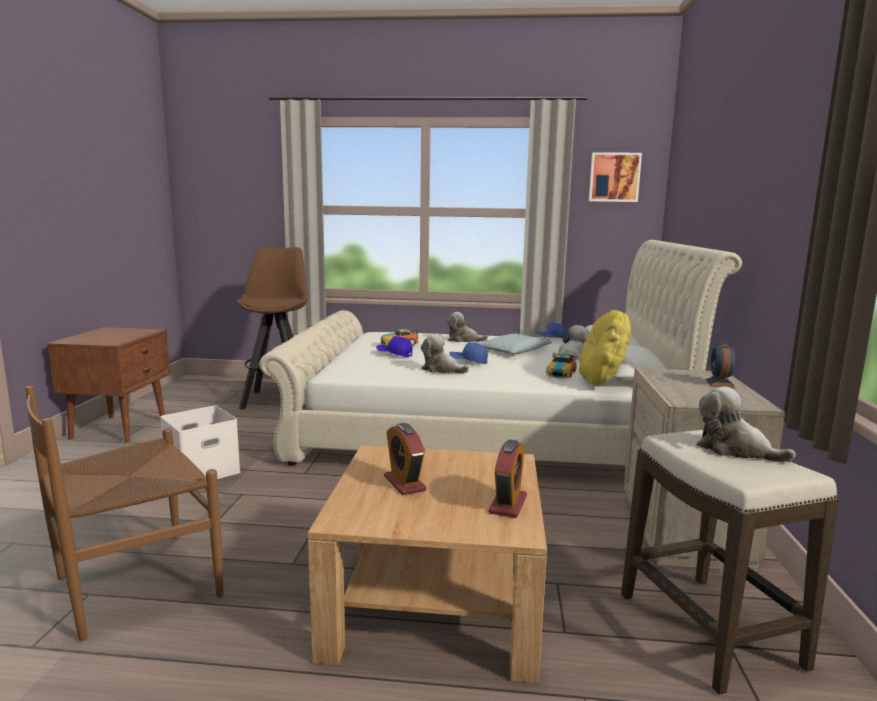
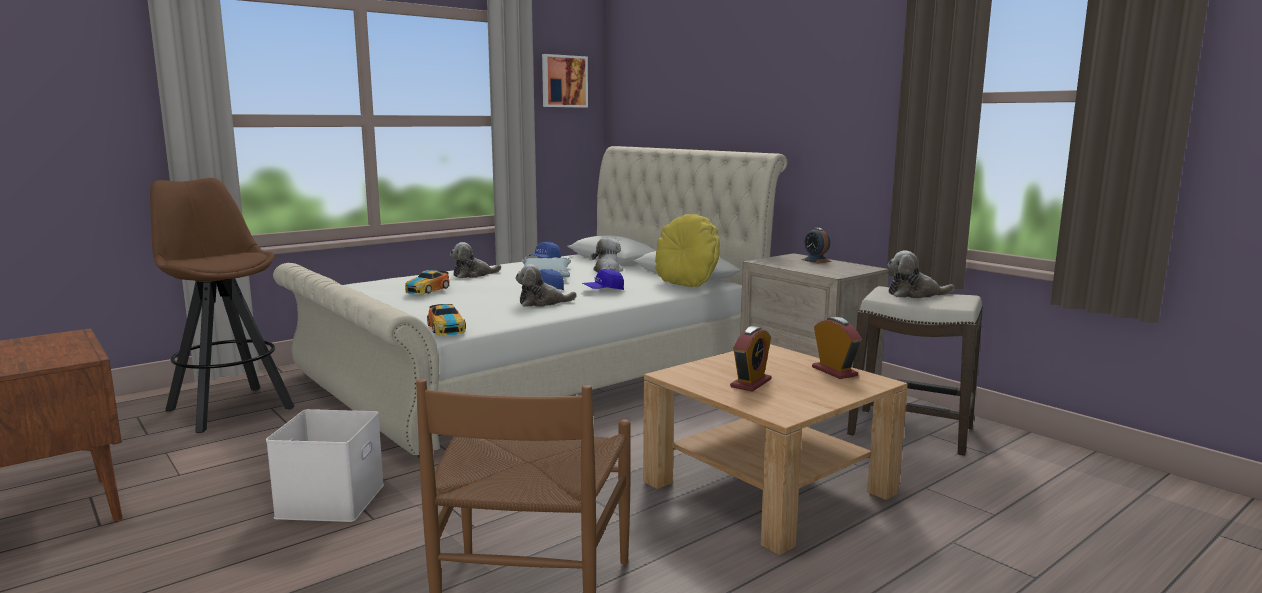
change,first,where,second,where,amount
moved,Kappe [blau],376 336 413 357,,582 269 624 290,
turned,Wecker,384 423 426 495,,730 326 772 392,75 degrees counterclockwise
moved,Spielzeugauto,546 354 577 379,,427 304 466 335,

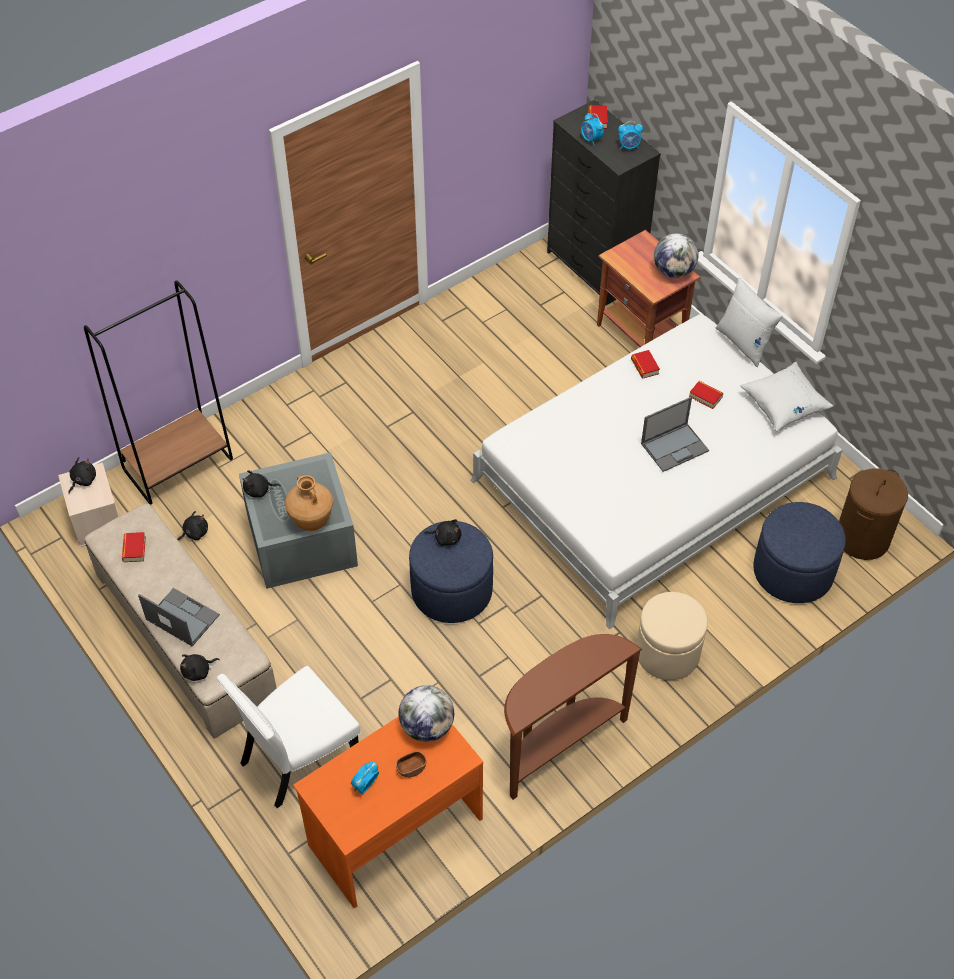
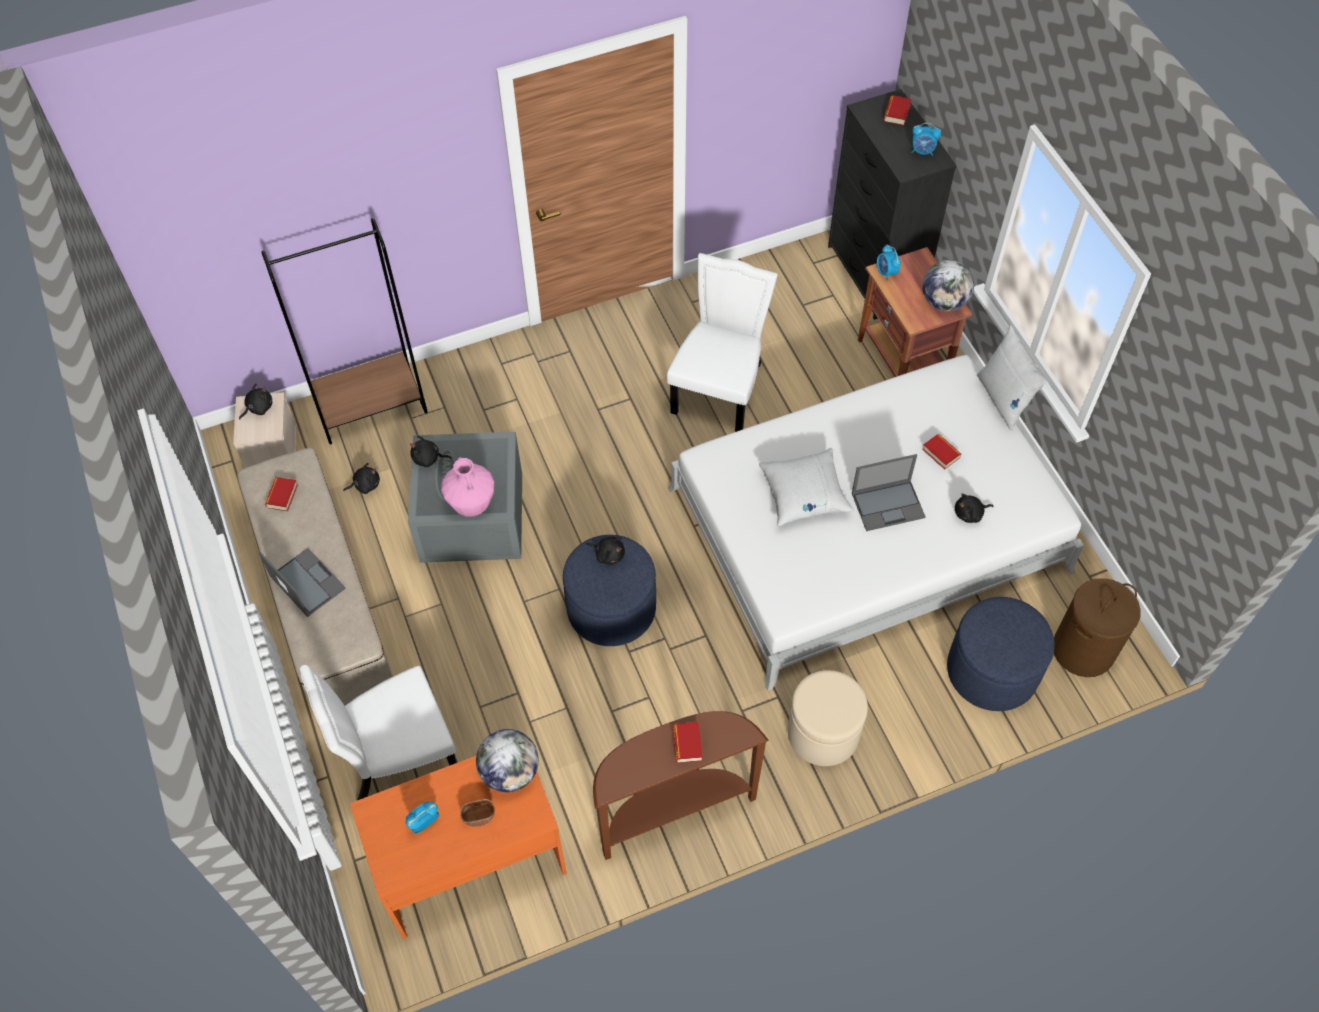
change,first,where,second,where,amount
moved,Plüschtier [schwarz],180 654 220 681,,955 494 993 523,
recoloured,Vase [braun],285 475 333 531,Vase [rosa],441 457 494 516,
moved,Wecker,581 113 604 145,,877 244 901 281,
moved,Buch,631 350 660 378,,673 722 703 763,
moved,Kissen [grau],741 362 833 432,,759 448 853 527,
added,,,Stuhl [weiß],667 253 778 432,

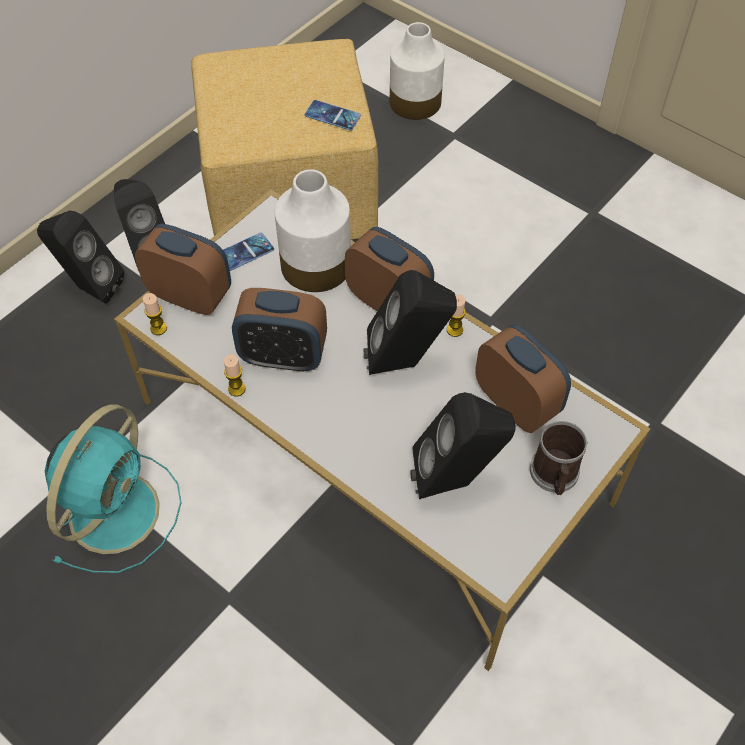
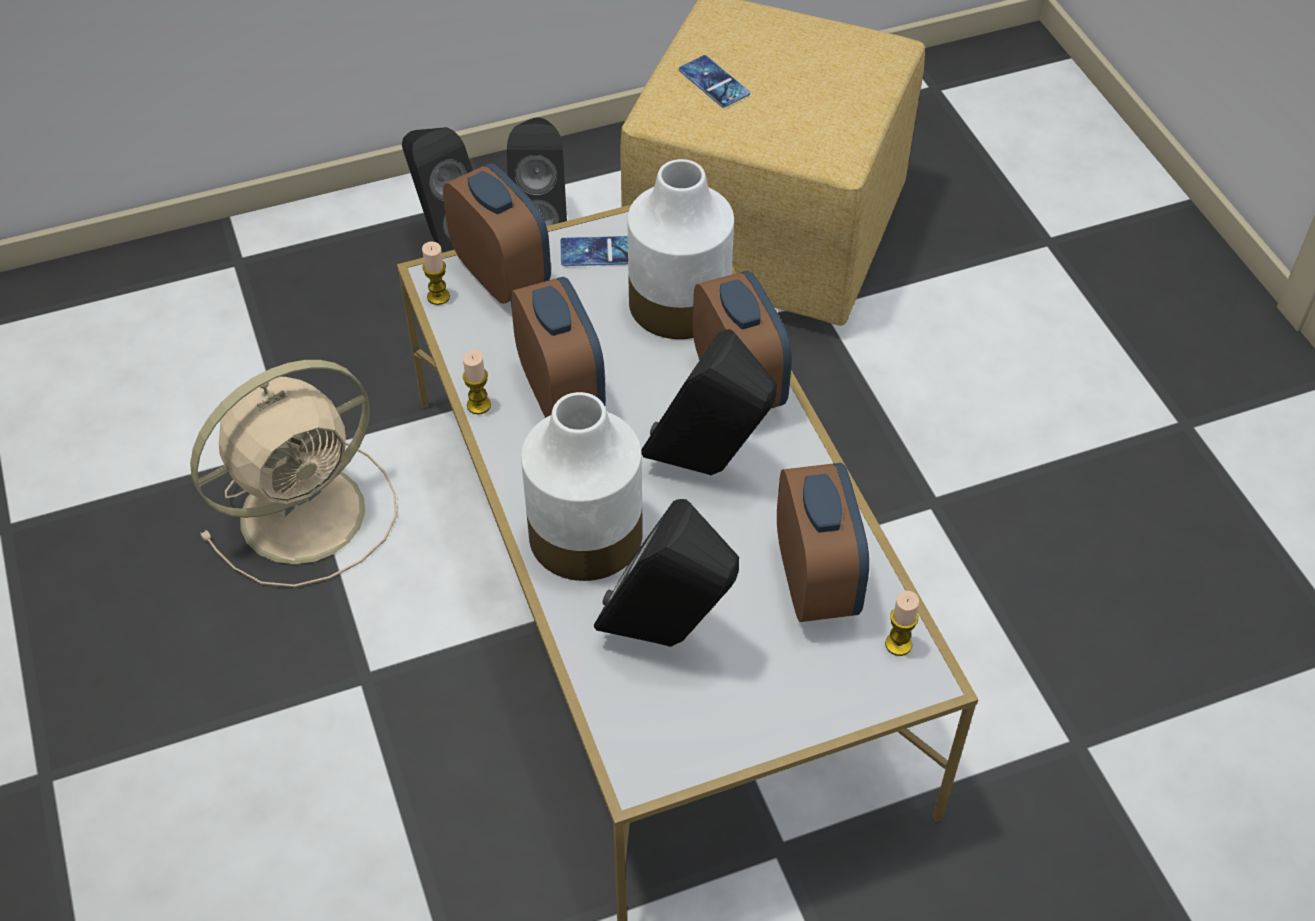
change,first,where,second,where,amount
recoloured,Ventilator [türkis],45 404 182 573,Ventilator [beige],190 360 397 587,
turned,Wecker,232 288 327 372,,511 277 606 418,150 degrees counterclockwise
moved,Handy,304 100 361 130,,679 55 750 108,
moved,Vase [weiß],390 22 445 120,,521 392 643 581,
moved,Kerze,447 294 466 337,,885 591 919 656,
removed,Henkelbecher,530 421 588 495,,,

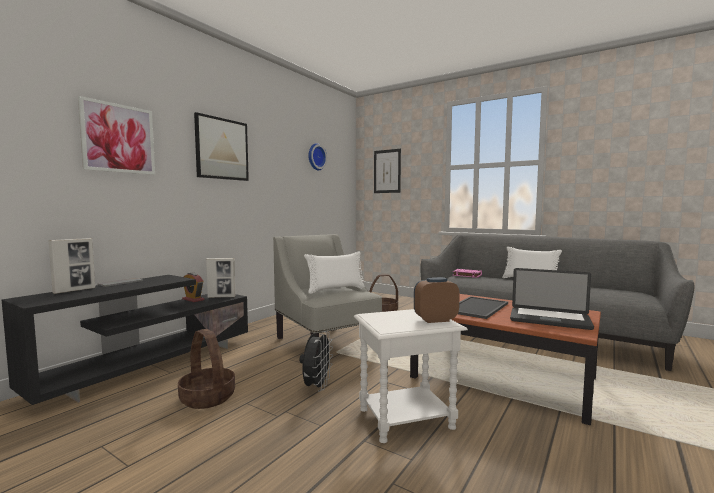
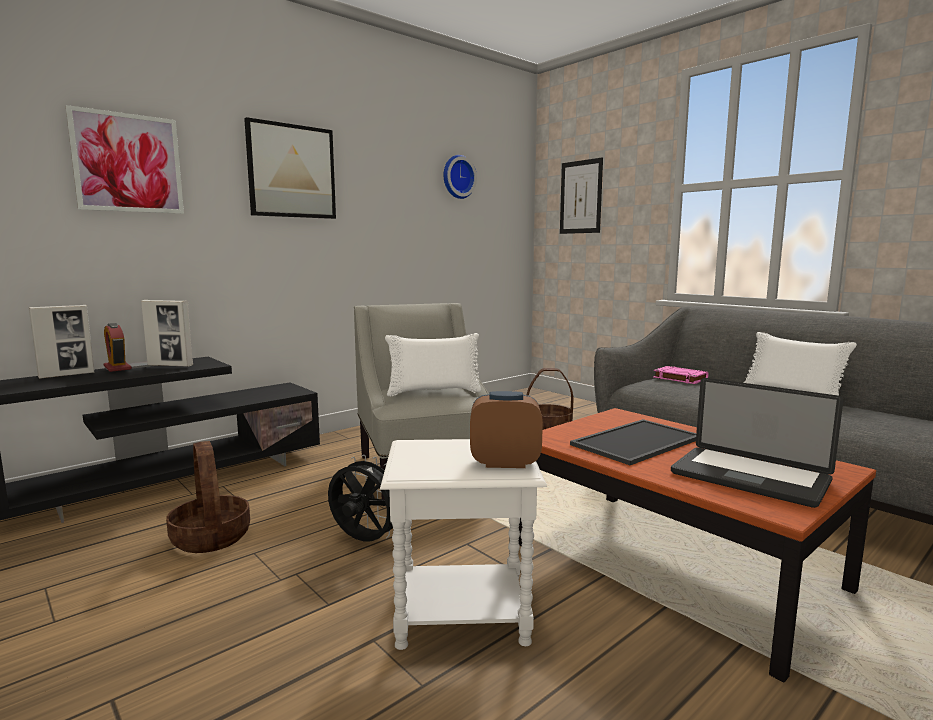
change,first,where,second,where,amount
moved,Wecker,182 272 205 302,,104 323 132 372,
moved,Bilderrahmen,206 258 235 298,,141 300 193 367,
turned,Ventilator [schwarz],300 331 333 392,,328 455 393 541,90 degrees counterclockwise

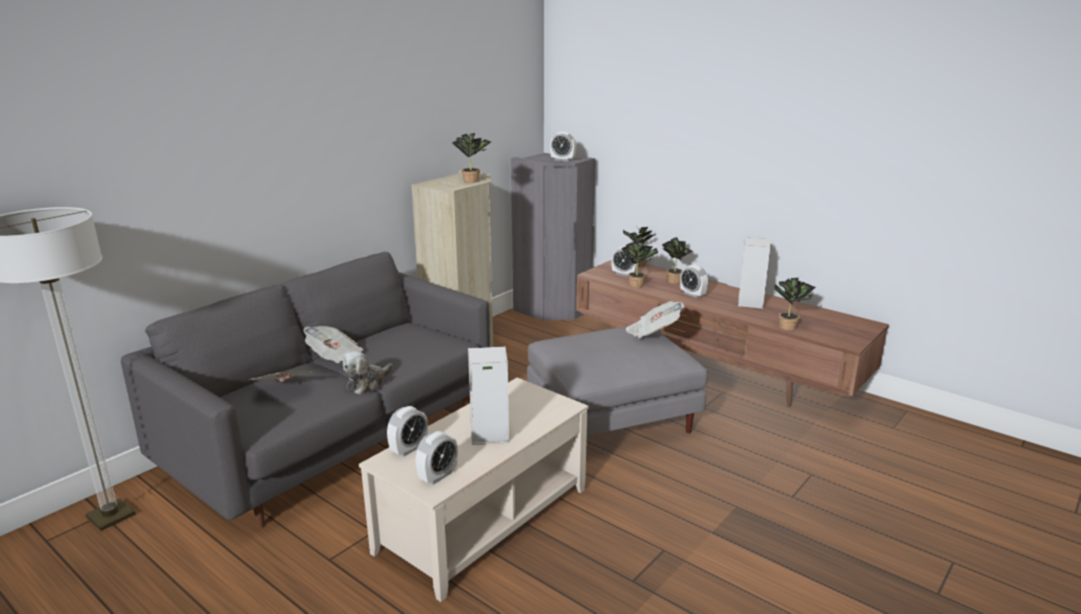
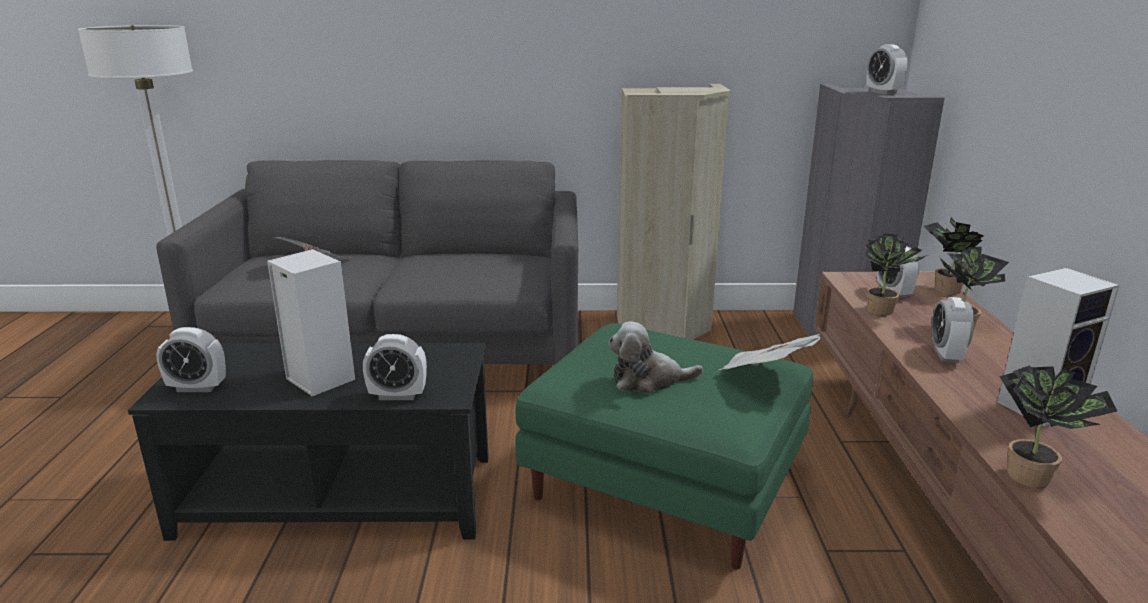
change,first,where,second,where,amount
removed,Zeitung,303 326 363 363,,,
moved,Plüschtier,343 351 393 395,,608 321 703 394,
recoloured,Couchtisch [beige],359 377 588 602,Couchtisch [schwarz],128 343 489 541,
moved,Wecker,387 406 428 456,,363 334 427 400,
removed,Topfpflanze,452 133 491 183,,,
recoloured,Polsterhocker [grau],527 326 708 436,Polsterhocker [grün],516 323 813 570,

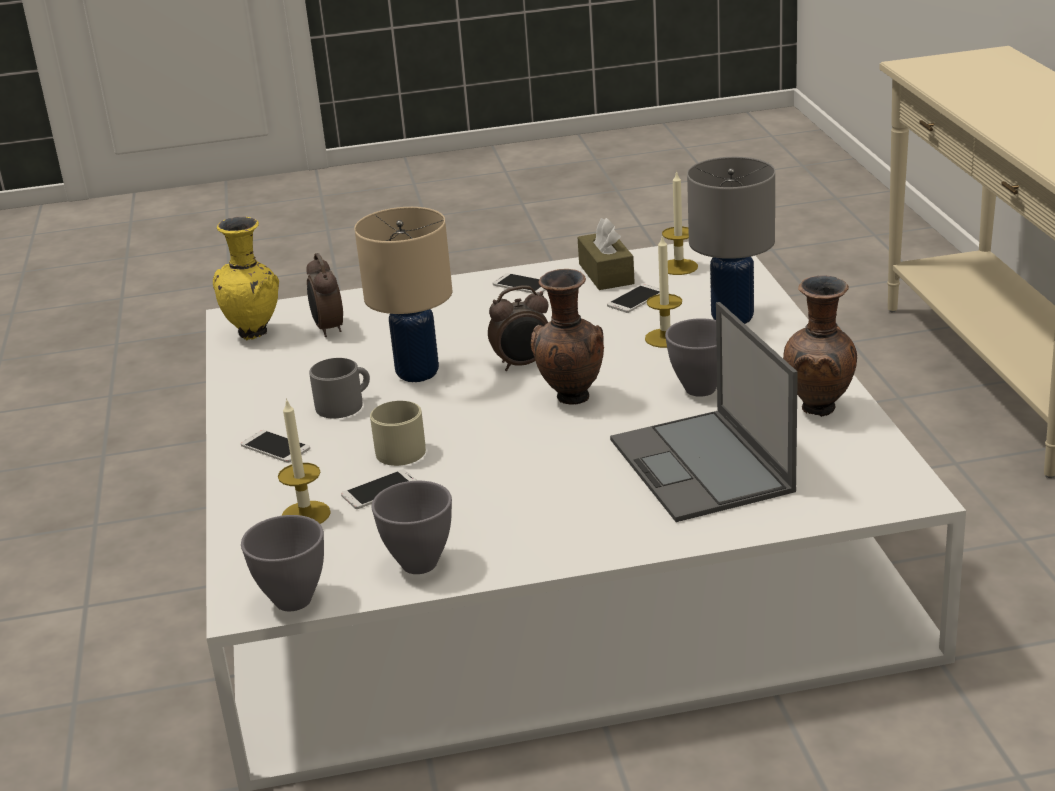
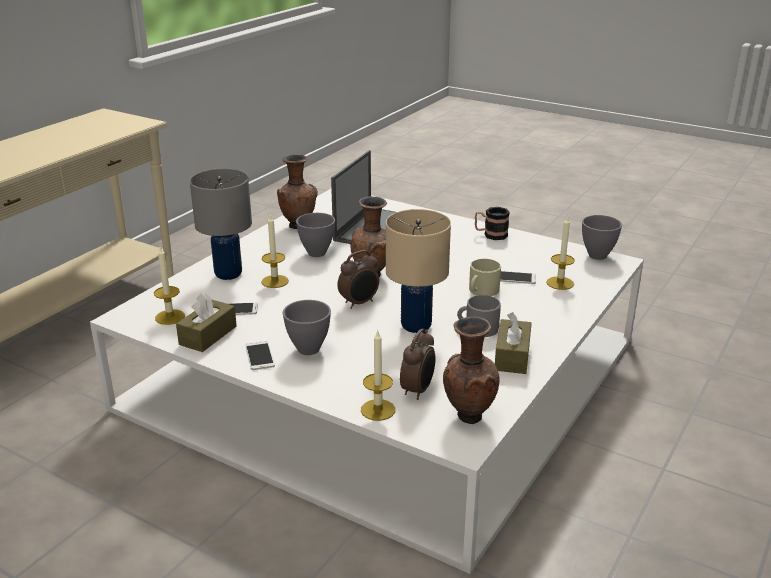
change,first,where,second,where,amount
recoloured,Vase [gelb],213 217 279 340,Vase [braun],443 317 499 424,
removed,Handy,241 430 310 463,,,
moved,Schüssel [grau],372 481 452 574,,283 300 331 355,
turned,Wecker,488 285 549 371,,337 250 379 309,120 degrees clockwise
added,,,Kerze,361 329 395 421,
added,,,Henkelbecher,475 207 510 240,
added,,,Taschentuchbox [braun],495 312 532 374,

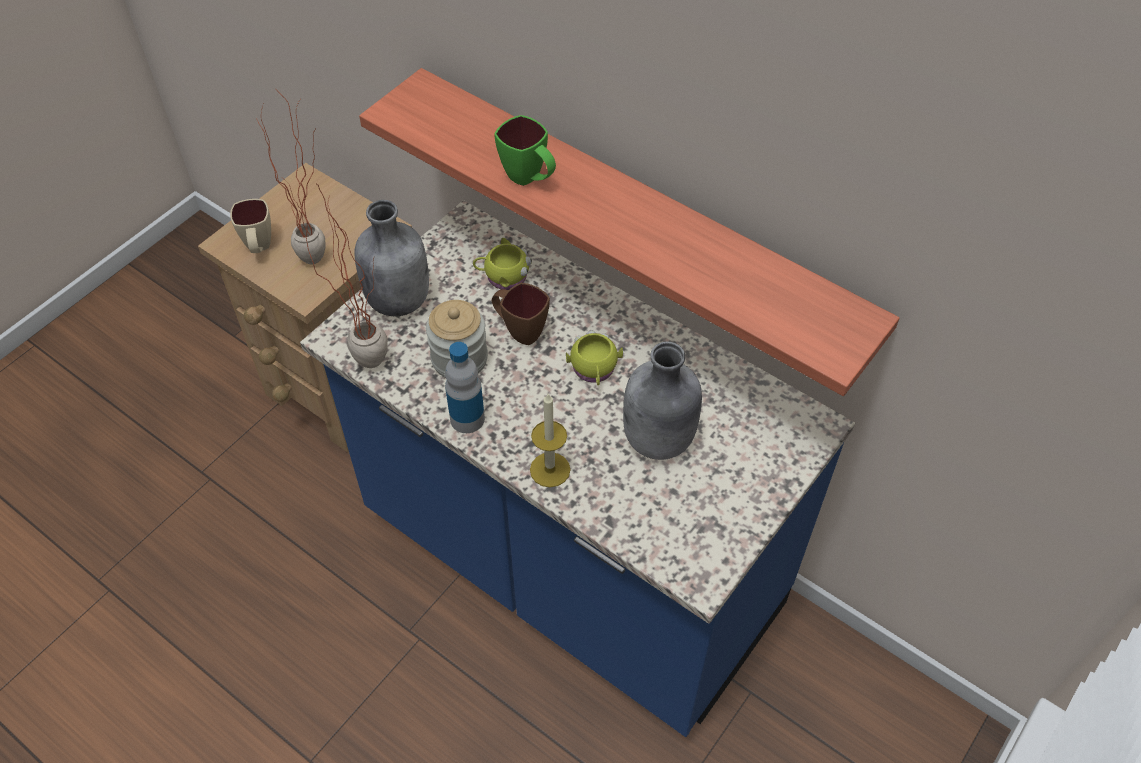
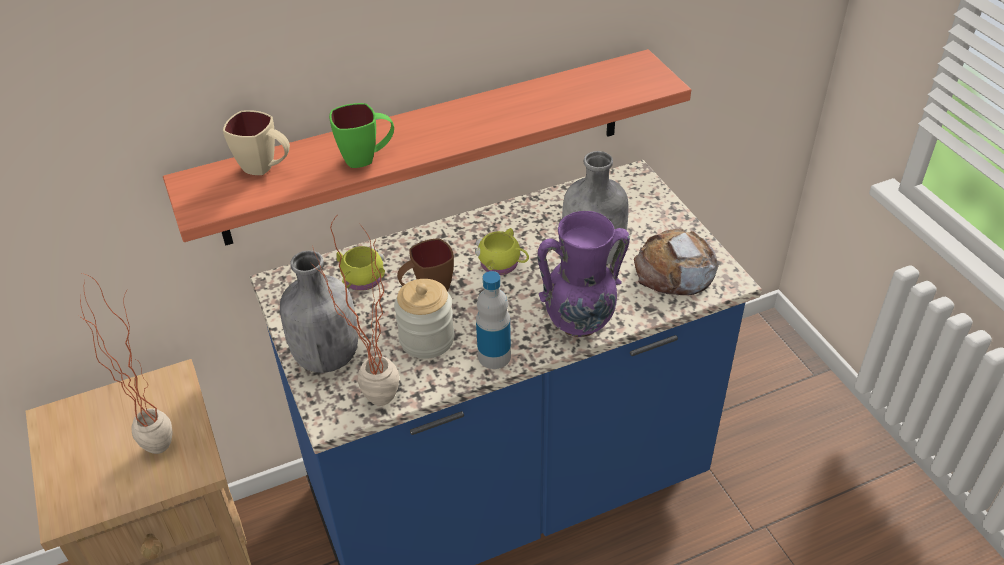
change,first,where,second,where,amount
moved,Henkelbecher [beige],230 199 271 253,,223 110 290 175,
replaced,Kerze,530 394 570 487,Vase [lila],538 211 630 338,
added,,,Brot,634 228 719 295,

